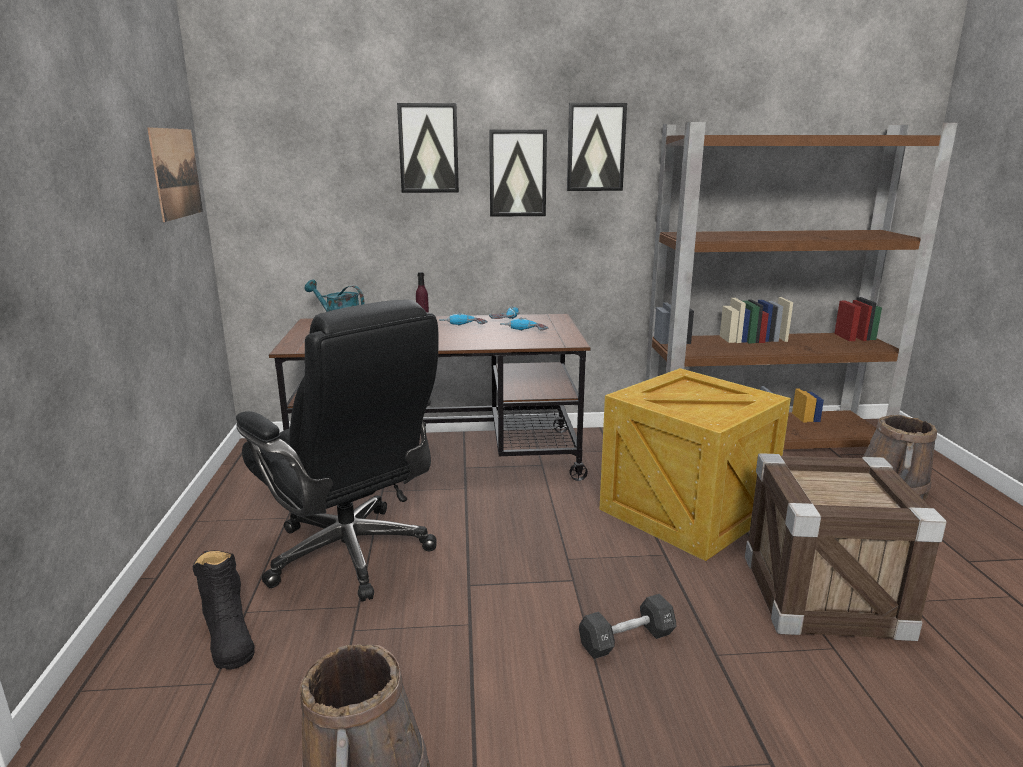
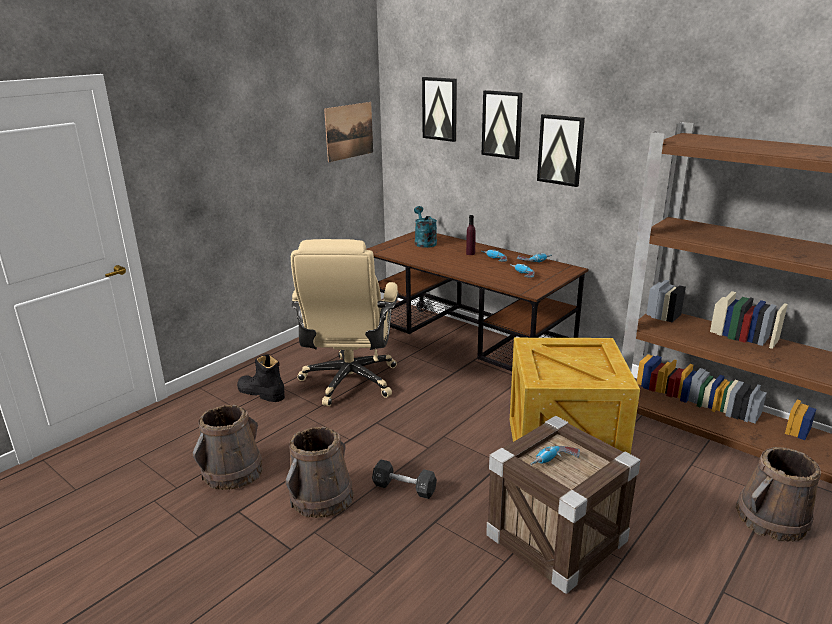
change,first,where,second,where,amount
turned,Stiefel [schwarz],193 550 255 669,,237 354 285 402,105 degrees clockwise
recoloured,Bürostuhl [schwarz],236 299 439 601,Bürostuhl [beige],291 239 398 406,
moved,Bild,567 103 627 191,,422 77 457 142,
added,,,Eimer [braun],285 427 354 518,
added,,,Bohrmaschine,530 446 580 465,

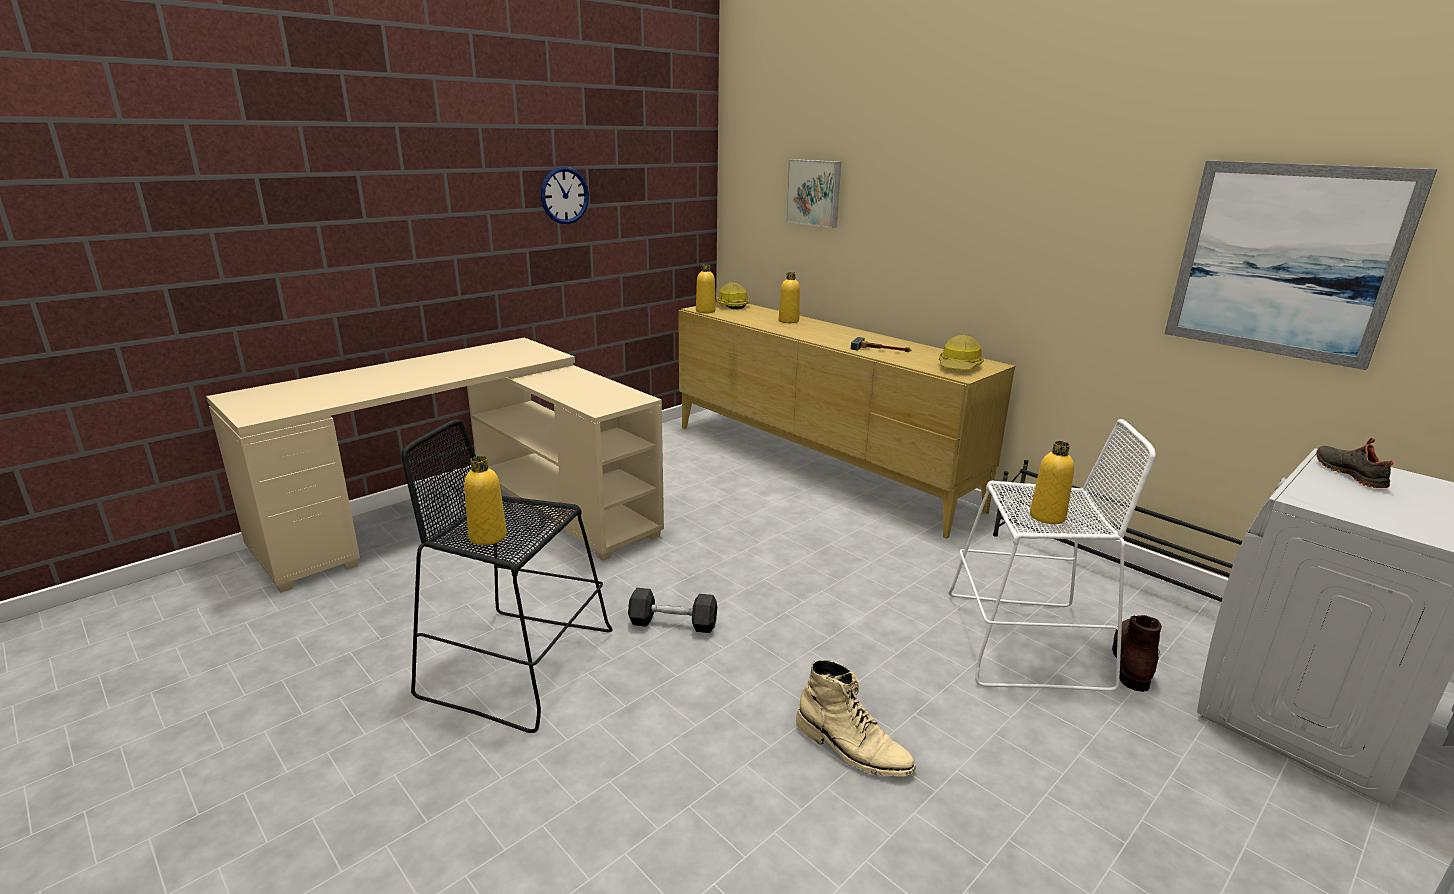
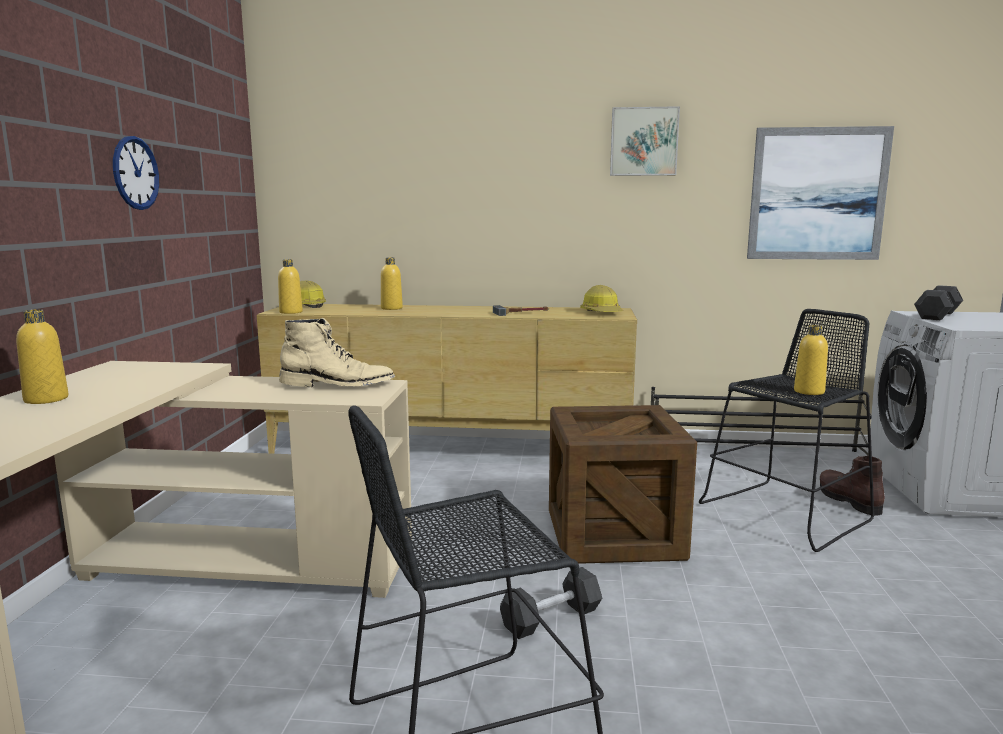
change,first,where,second,where,amount
moved,Flasche [gelb],464 456 507 545,,16 309 69 404,
moved,Bild,786 159 841 228,,610 106 680 176,
moved,Stiefel [beige],796 660 916 777,,279 318 395 387,
recoloured,Hocker [weiß],949 419 1156 691,Hocker [schwarz],699 309 874 552,
replaced,Schuh [schwarz],1316 438 1394 488,Hantel [grau],914 285 963 320,
added,,,Kiste,549 405 697 564,

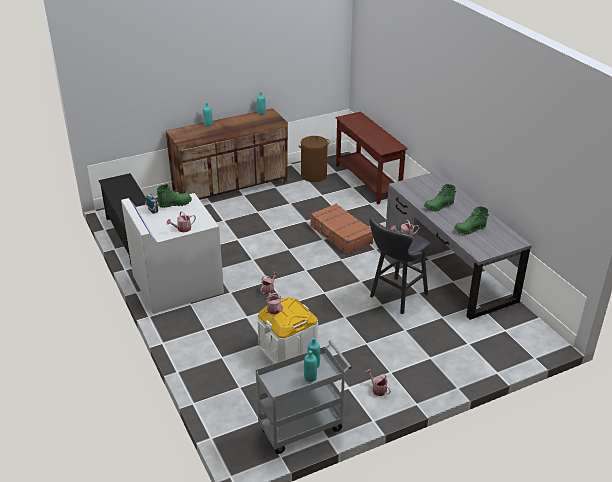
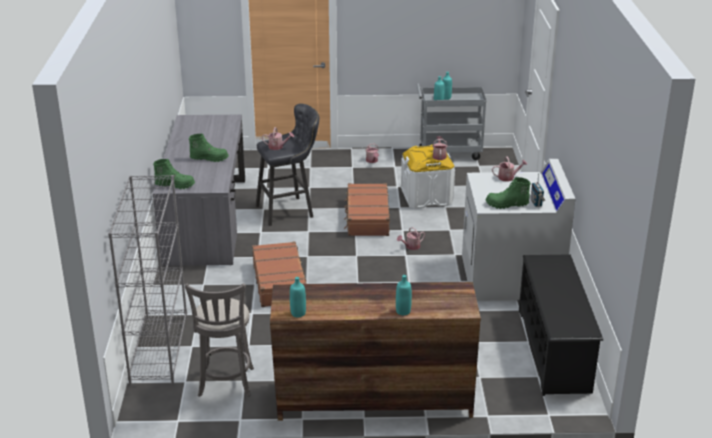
change,first,where,second,where,amount
replaced,Wäschekorb [braun],299 136 330 182,Hocker [grau],185 283 254 397,
replaced,Konsolentisch [braun],335 112 408 205,Bücherregal [grau],108 175 187 385,
moved,Stiefel [grün],454 207 489 235,,153 159 195 189,
added,,,Koffer [braun],344 183 390 236,

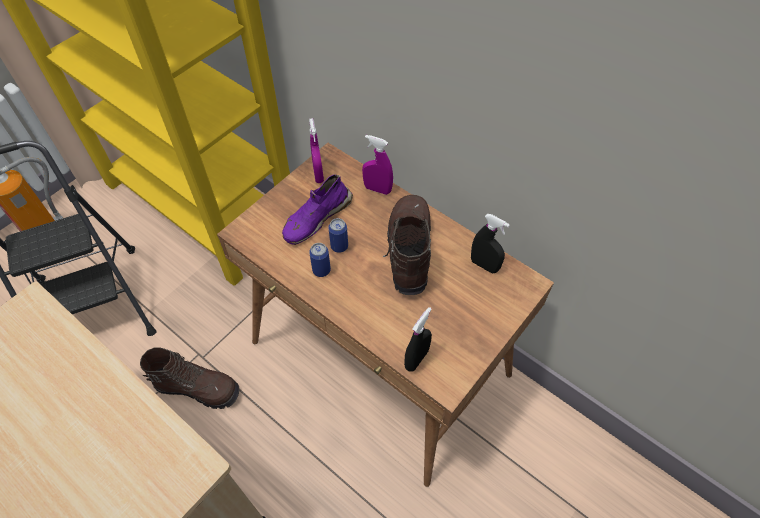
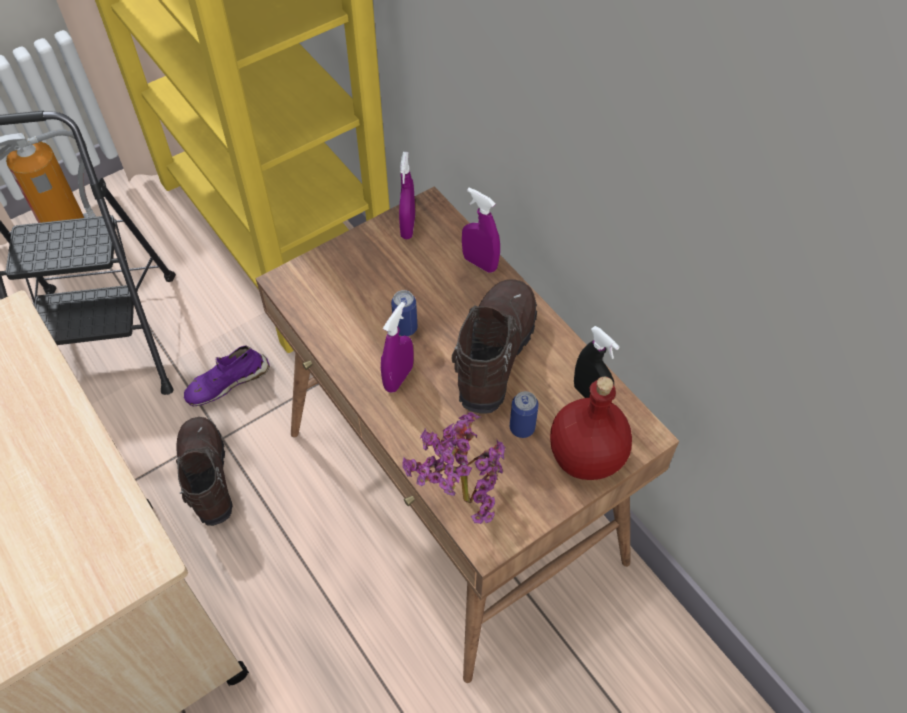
change,first,where,second,where,amount
turned,Stiefel [braun],140 347 239 409,,176 417 233 526,135 degrees counterclockwise
moved,Schuh [lila],282 174 353 245,,184 345 270 406,
moved,Dose,309 243 331 277,,510 391 539 438,
replaced,Sprühflasche [schwarz],404 307 432 372,Topfpflanze,402 412 505 524,
added,,,Sprühflasche [lila],381 302 413 393,
added,,,Flasche [rot],550 377 632 480,

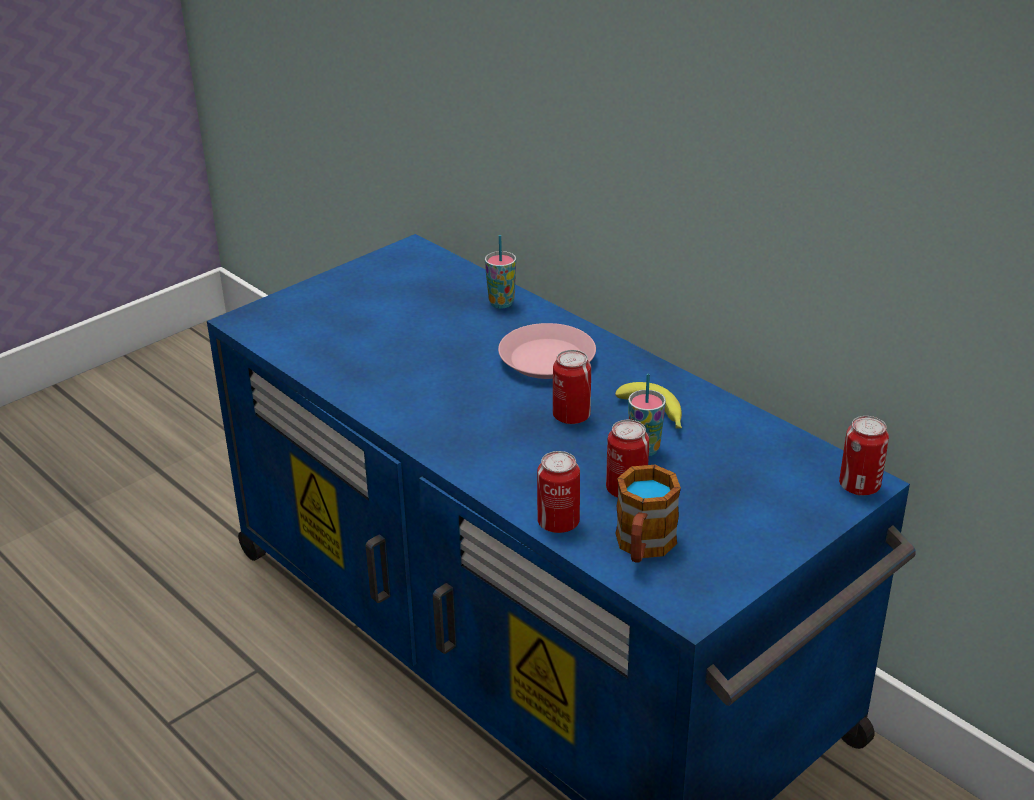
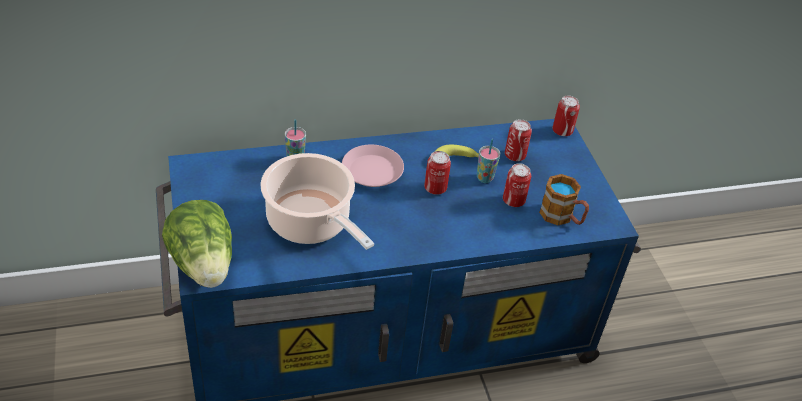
change,first,where,second,where,amount
moved,Dose,537 451 580 533,,505 119 532 161,
added,,,Salatkopf,162 200 232 288,
added,,,Kochtopf,260 153 374 250,

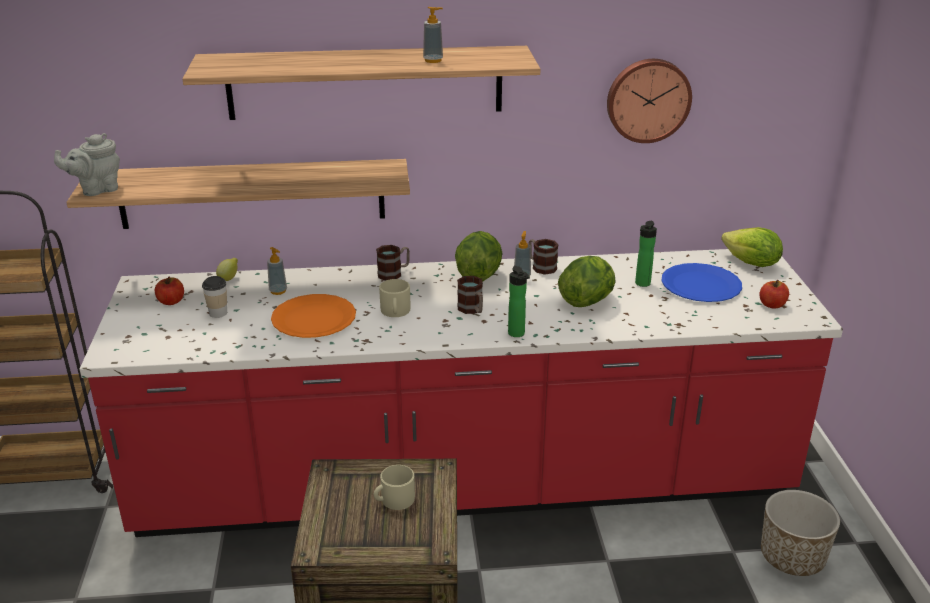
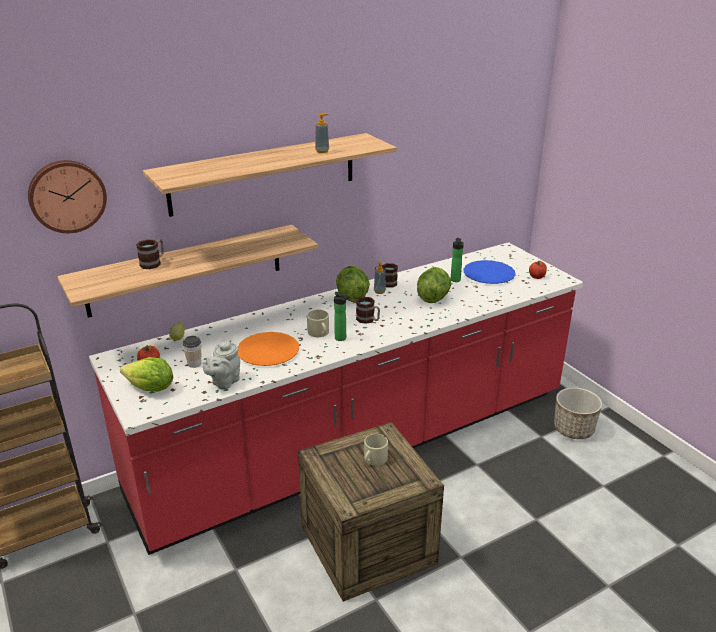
change,first,where,second,where,amount
moved,Teekanne [grau],54 133 120 196,,202 340 240 389,
removed,Seifenspender,267 247 287 295,,,
moved,Henkelbecher,376 245 410 281,,136 239 164 269,
moved,Flasche,508 266 530 337,,334 292 350 341,
moved,Wanduhr,607 59 692 143,,28 160 107 233,
moved,Salatkopf,721 227 783 267,,120 357 174 392,

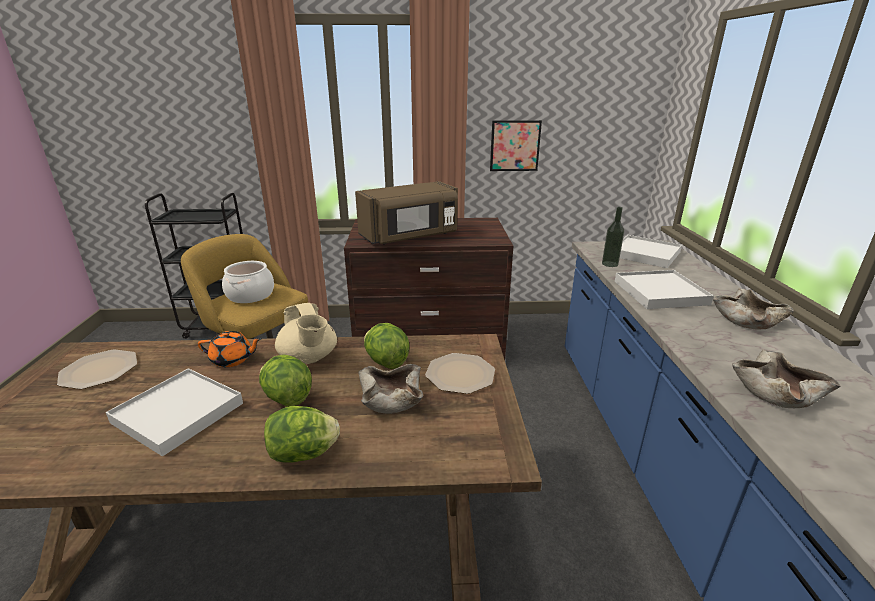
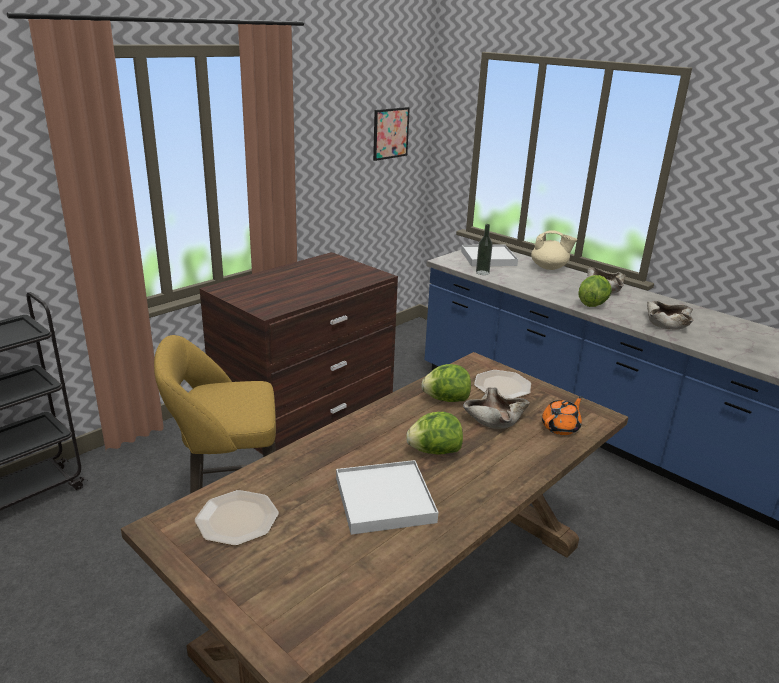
change,first,where,second,where,amount
moved,Teekanne [orange],198 331 262 367,,542 396 583 435,
removed,Kochtopf,222 261 274 303,,,
moved,Salatkopf,264 406 340 463,,578 275 612 307,
moved,Teekanne [beige],275 303 337 364,,531 230 577 270,
removed,Mikrowelle [braun],355 181 458 245,,,
moved,Bild,490 120 542 171,,373 107 410 161,
removed,Tablett [weiß],615 270 714 309,,,

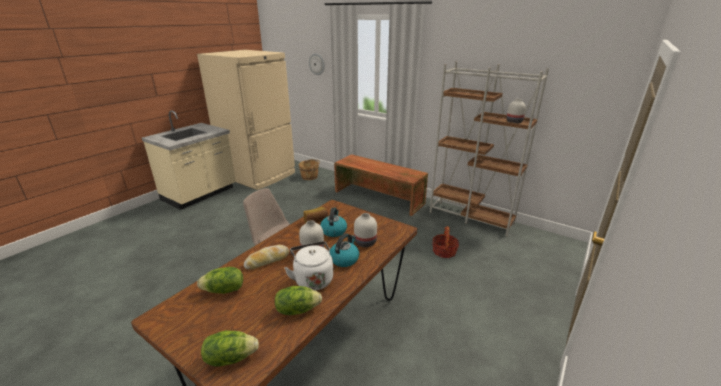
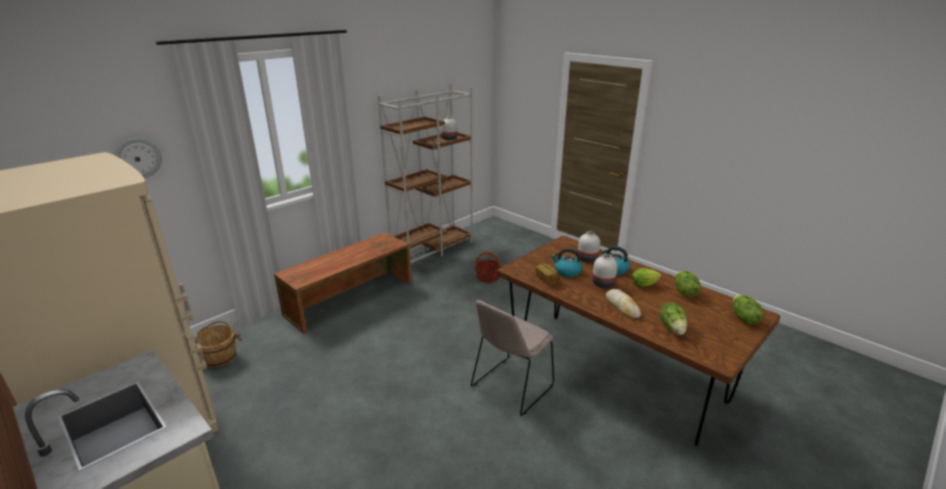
change,first,where,second,where,amount
replaced,Wasserkessel [weiß],284 241 333 291,Salatkopf,632 269 661 287,

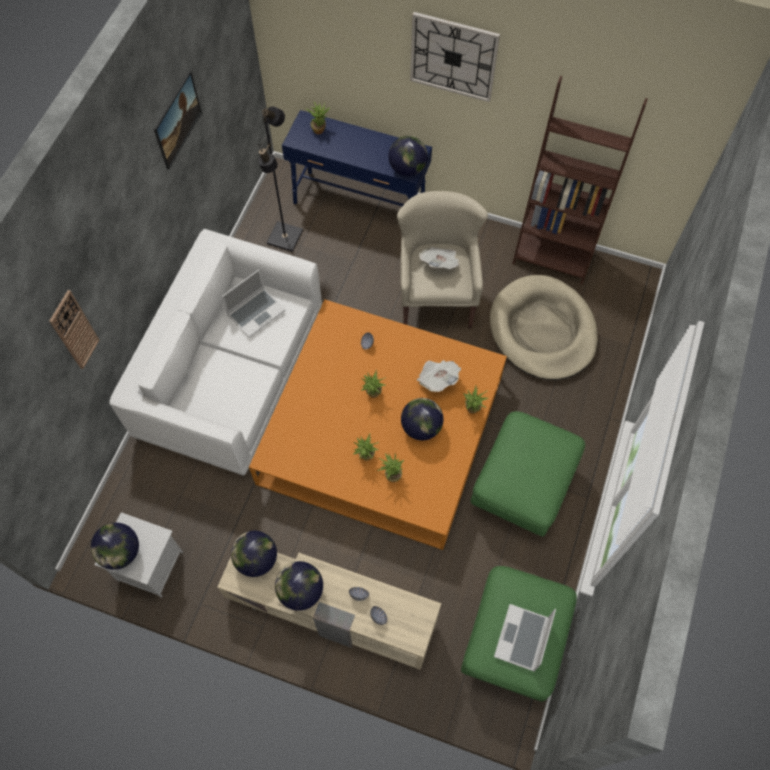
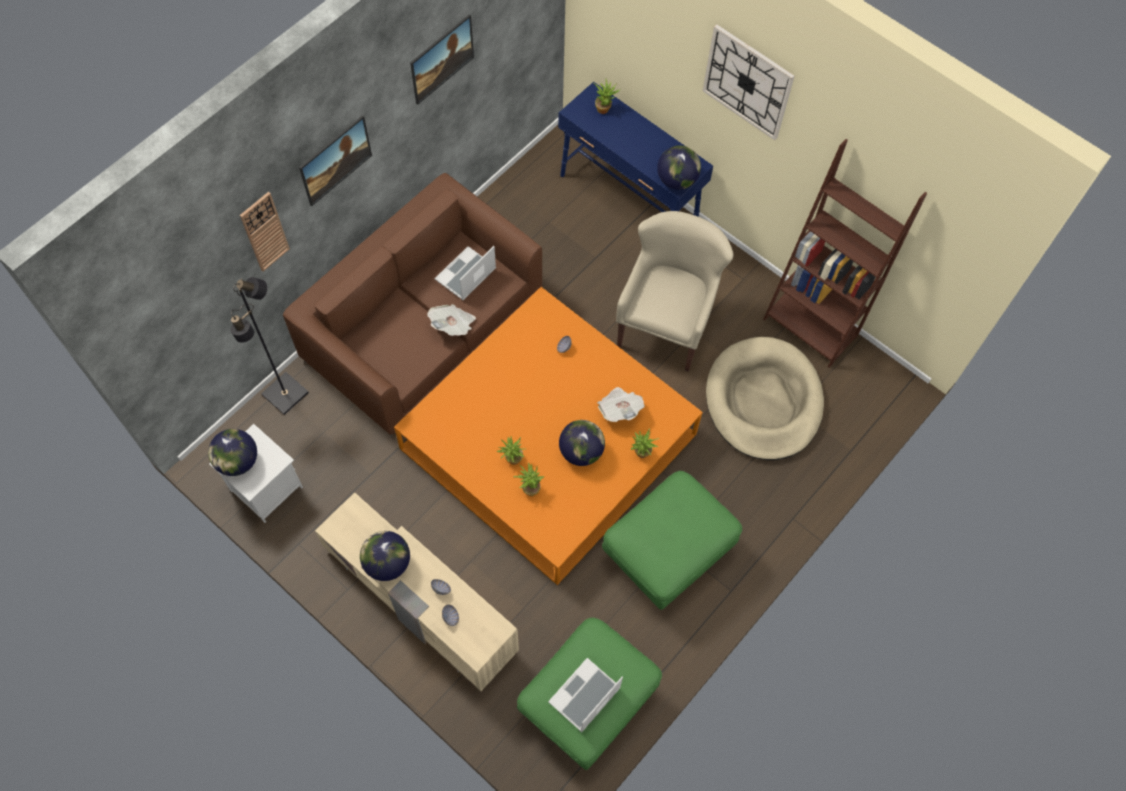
change,first,where,second,where,amount
recoloured,Sofa [weiß],109 229 322 478,Sofa [braun],283 173 542 438,
turned,Laptop,222 269 285 338,,435 246 496 300,150 degrees clockwise
removed,Globus,231 531 277 577,,,
moved,Stehlampe [schwarz],258 107 303 252,,231 277 309 415,
removed,Topfpflanze,361 369 386 398,,,
moved,Zeitung,419 246 459 269,,427 304 476 336,
added,,,Bild,299 115 372 206,

